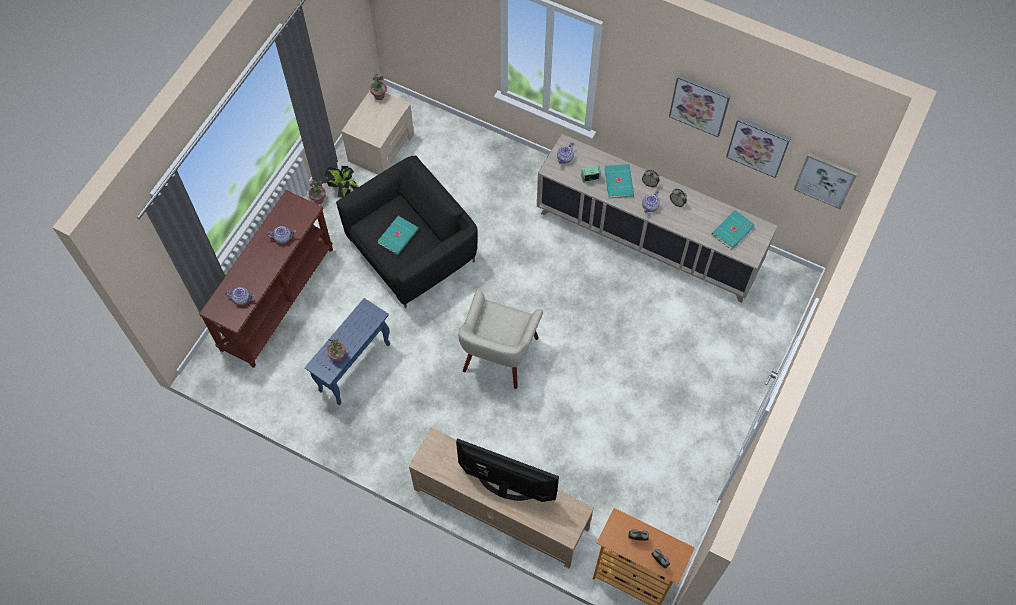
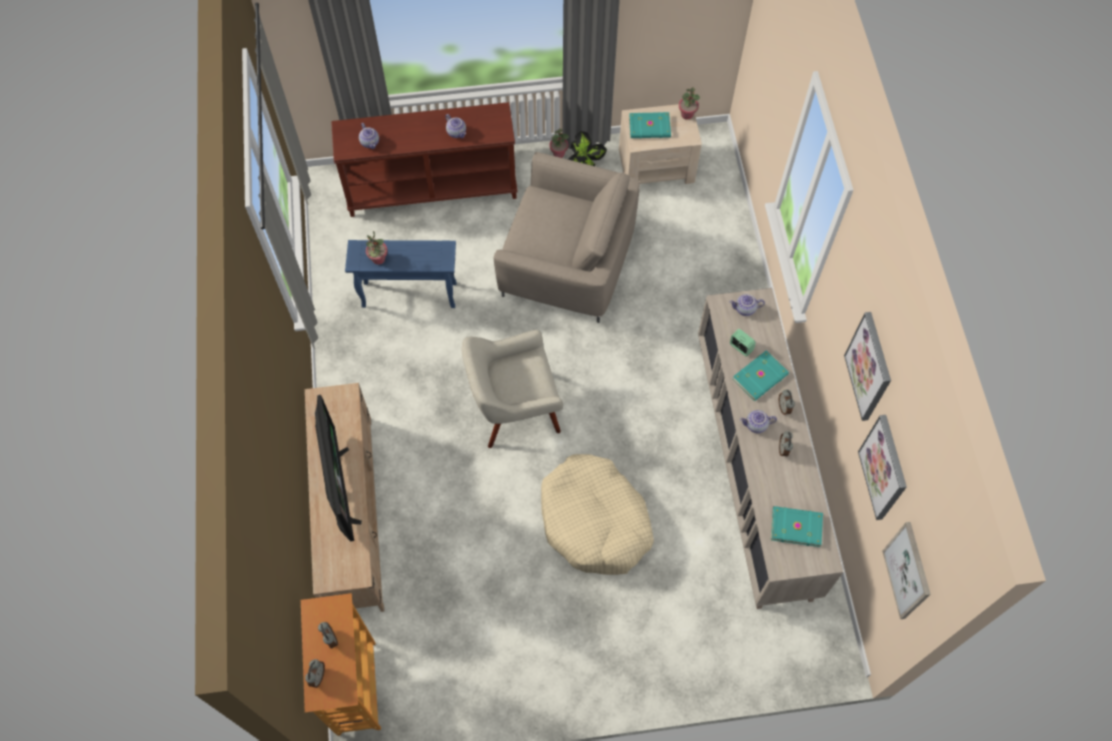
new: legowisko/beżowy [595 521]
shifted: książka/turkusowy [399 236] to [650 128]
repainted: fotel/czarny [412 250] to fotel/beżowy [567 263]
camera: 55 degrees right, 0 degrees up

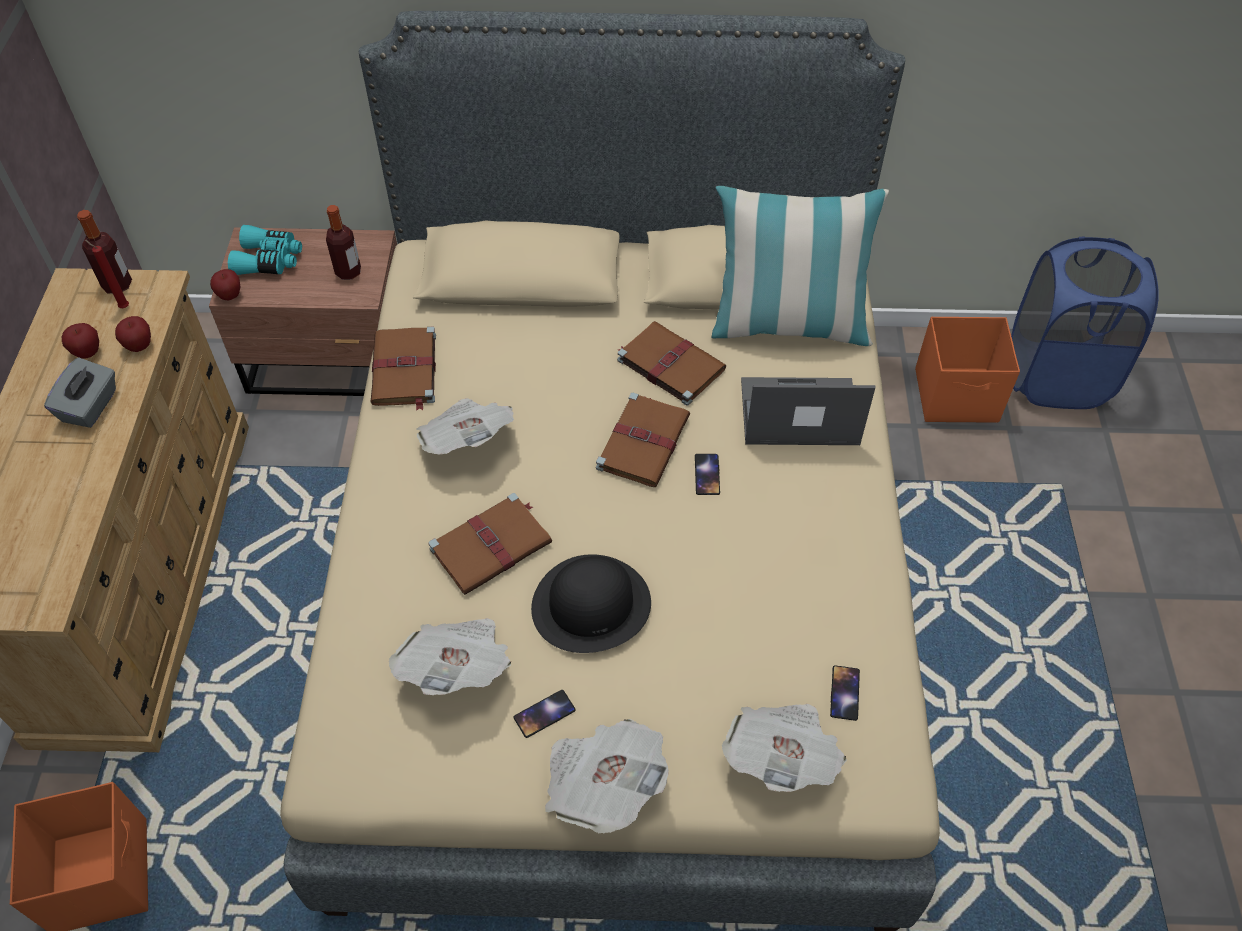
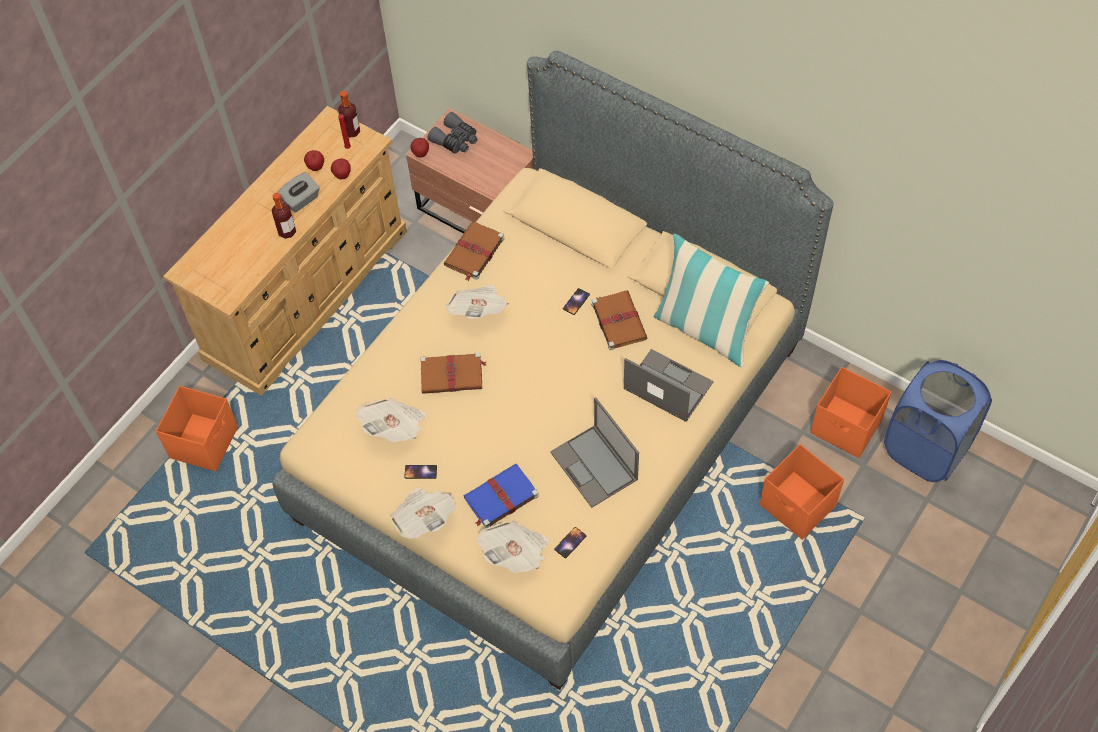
gone: kapelusz/czarny [591 604]; książka/brązowy [643 441]
new: książka/niebieski [500 497]; laptop [595 466]; pojemnik do przechowywania/pomarańczowy [798 506]
shifted: butelka [348 272] to [287 232]; telefon [707 474] to [576 302]
repainted: lornetka/turkusowy [269 260] to lornetka/szary [455 140]
camera: 35 degrees right, 5 degrees up

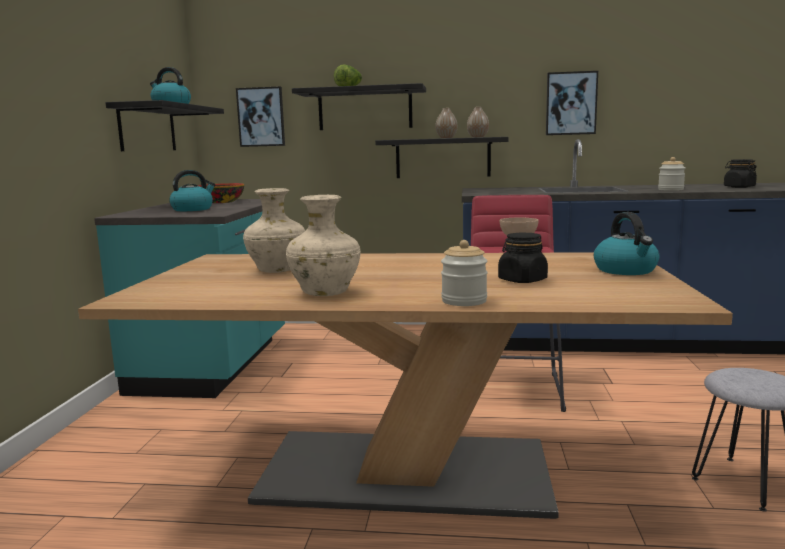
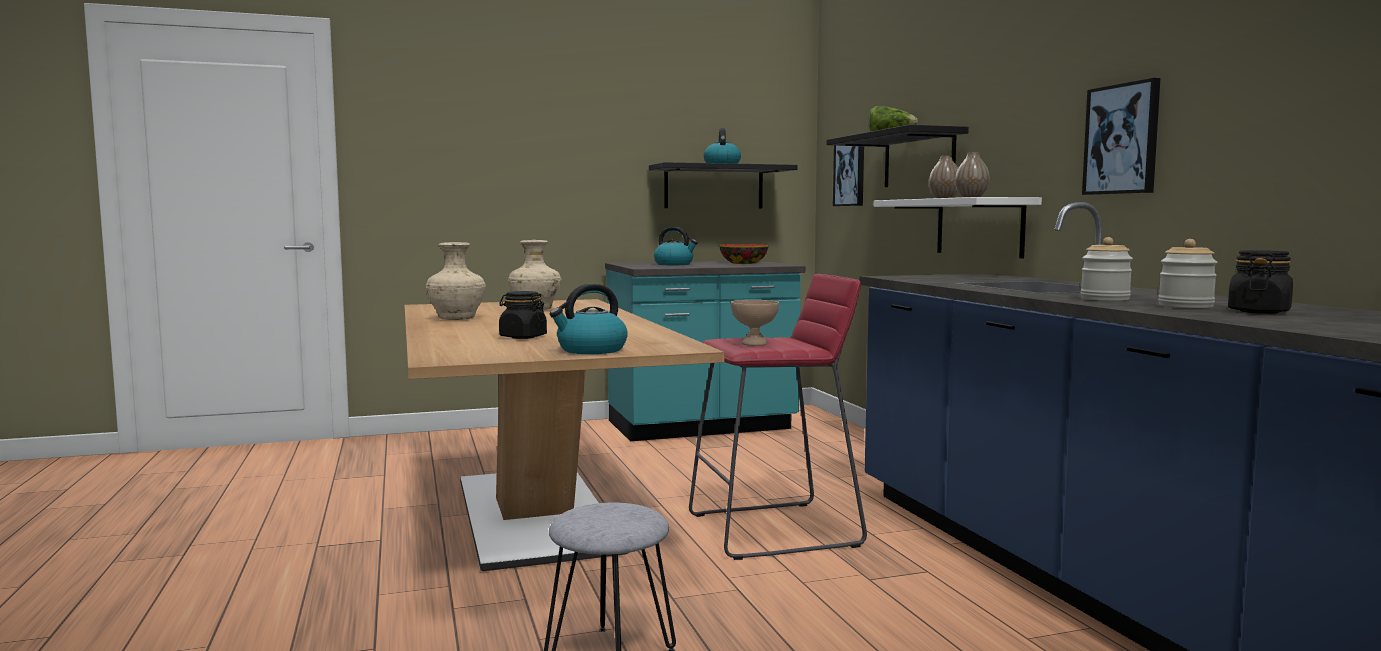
shifted: słoik [464 301] to [1185 306]
repainted: półka/czarny [443 158] to półka/biały [979 227]
camera: 65 degrees right, 5 degrees down

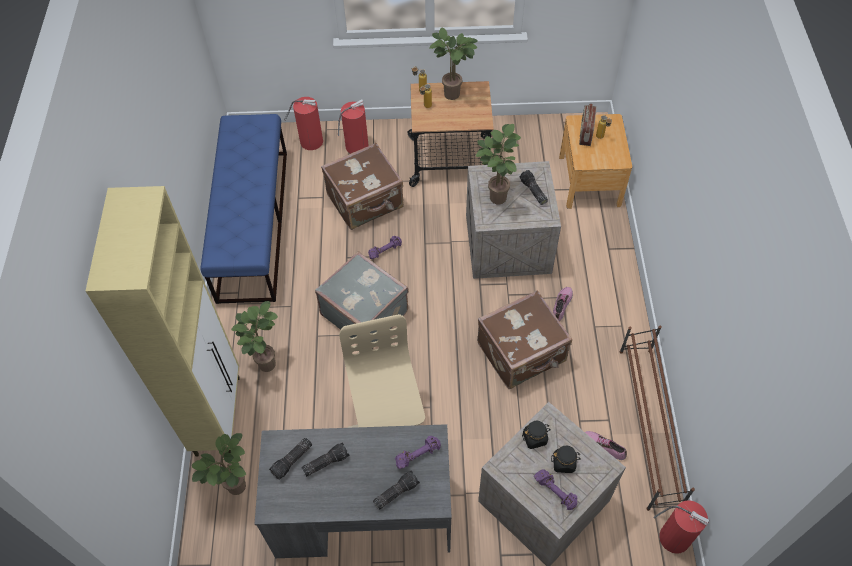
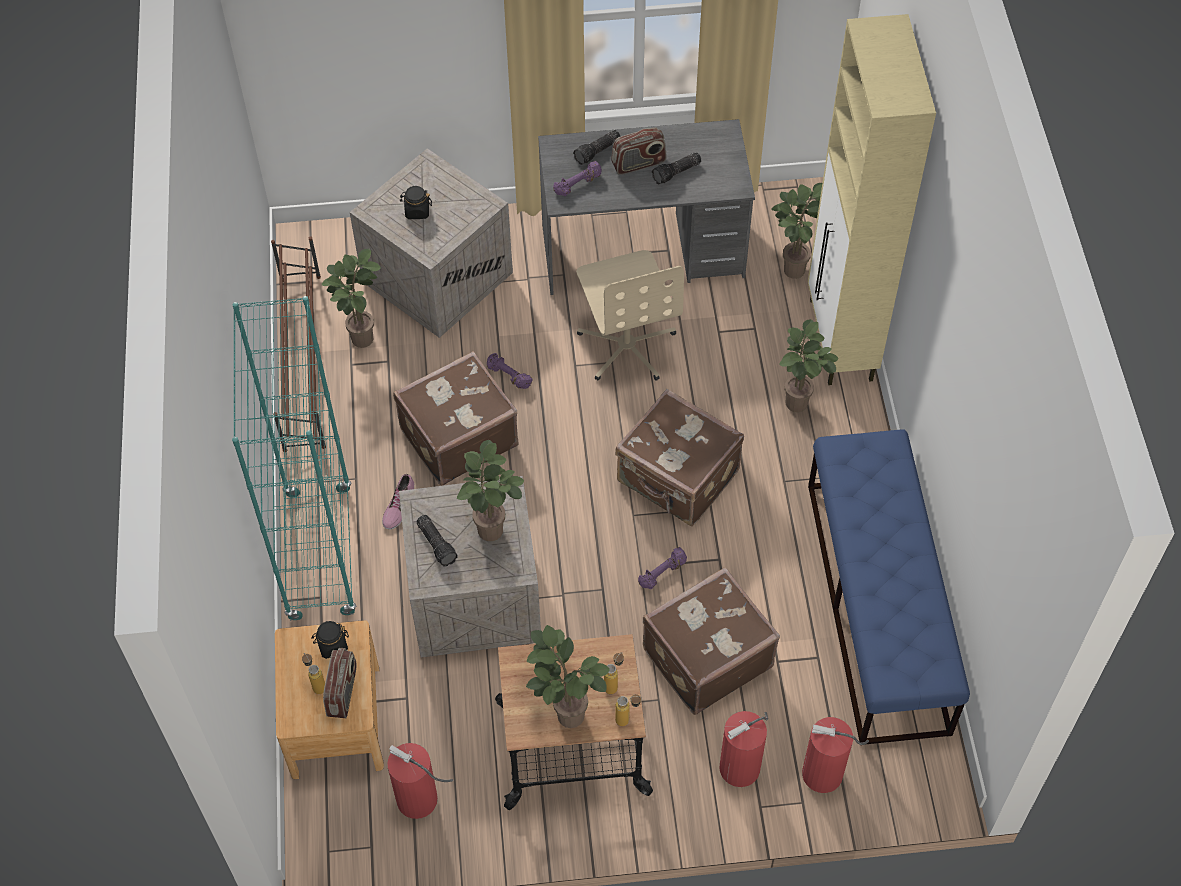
gone: latarka [292 461]
new: regał/turkusowy [320 553]; radio [638 163]
shifted: słoik/czarny [535 438] to [332 645]; gaśnica [673 537] to [419 800]; hantel/fioletowy [555 491] to [508 376]
swapped: but [604 446] to roślina doniczkowa [361 335]
repainted: walizka/szary [365 312] to walizka/brązowy [677 479]
camera: 175 degrees right, 0 degrees up

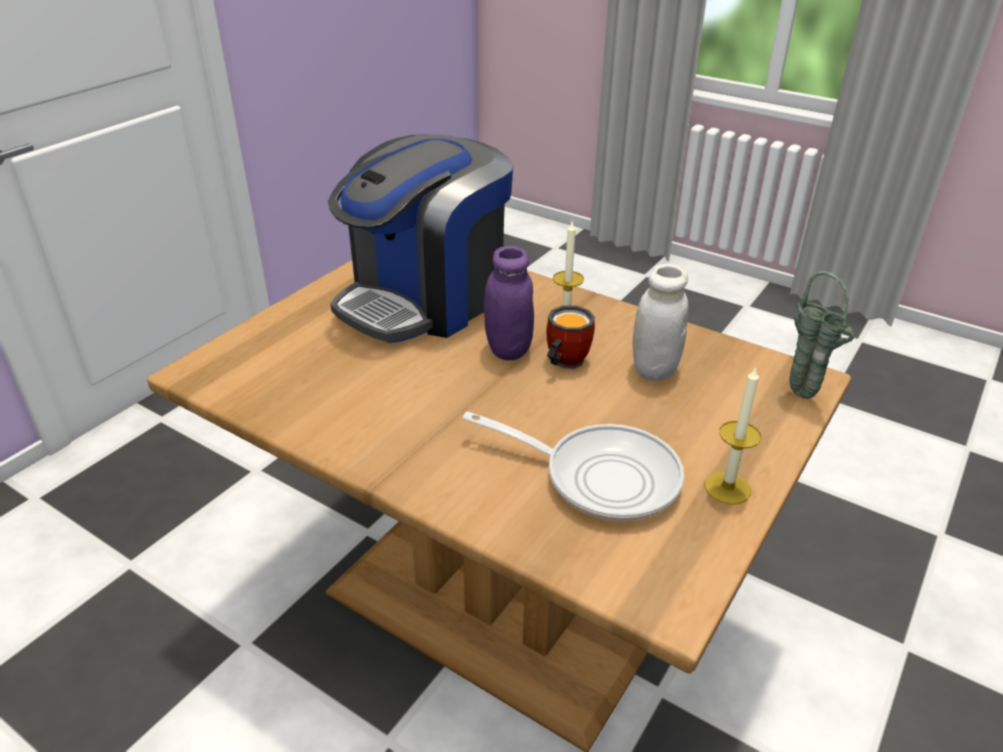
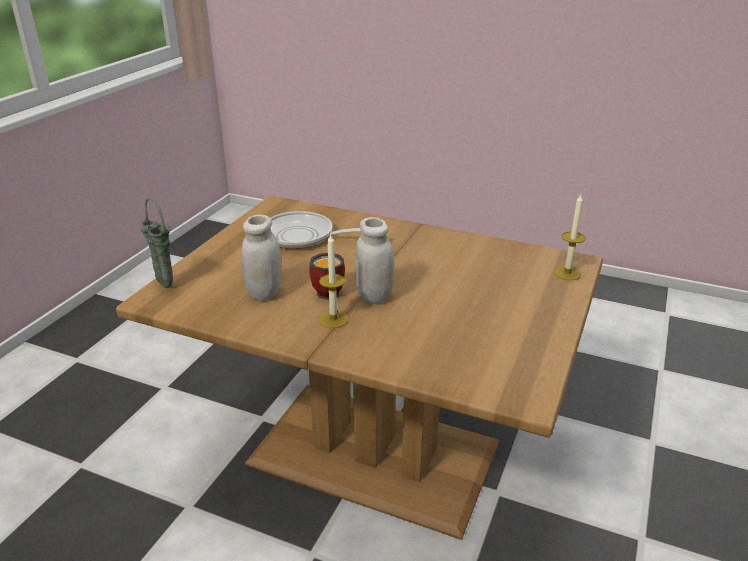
gone: ekspres do kawy [425 299]
shifted: świeca [727 488] to [567 273]
repainted: słoik/fioletowy [508 349] to słoik/biały [374 296]
camera: 170 degrees right, 5 degrees down

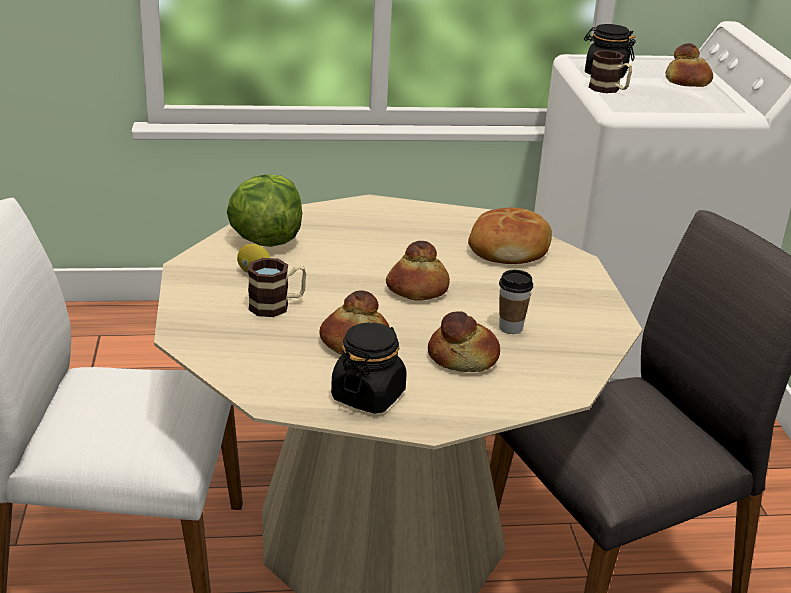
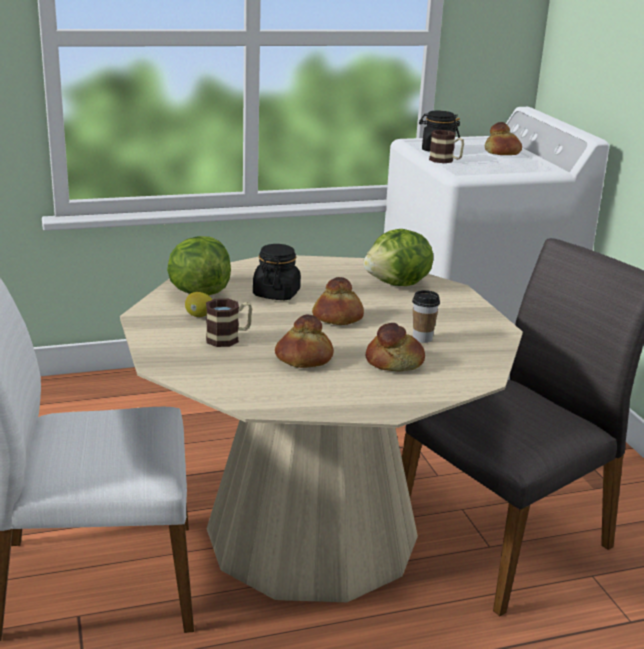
shifted: słoik/czarny [368 395] to [276 294]
swapped: chleb [509 249] to sałata [398 284]
camera: 10 degrees left, 5 degrees down

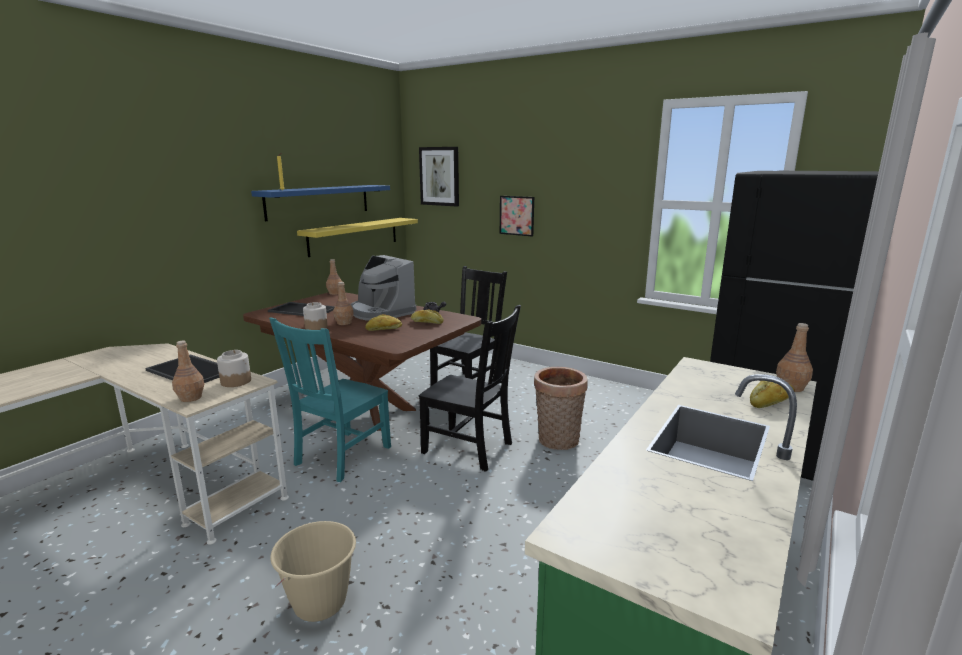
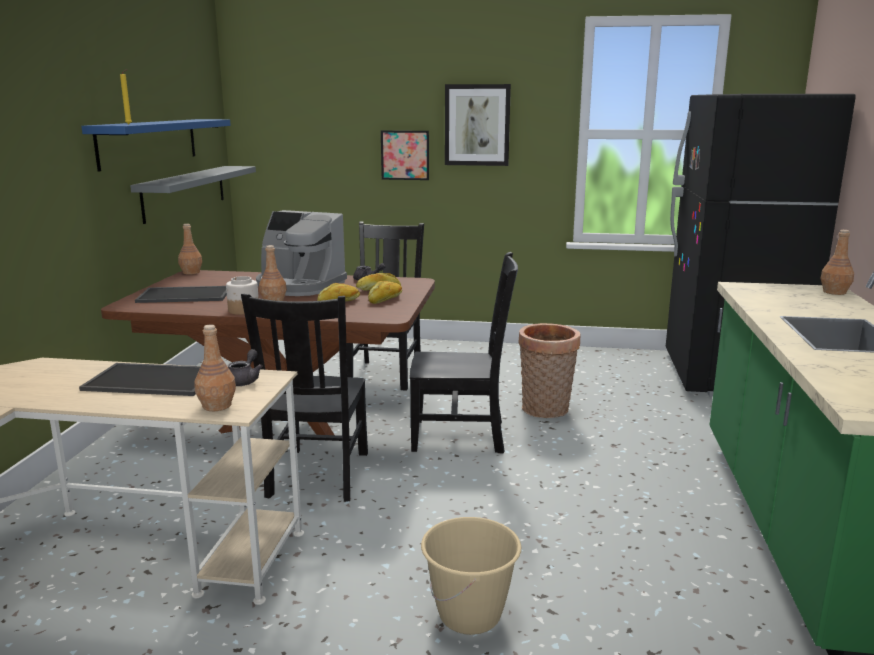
shifted: chleb [771 402] to [385 299]; obraz [439 176] to [477 125]
swapped: słoik [236 381] to imbryk/szary [244 380]
repainted: półka/żółty [354 236] to półka/szary [185 192]; krzesło/turkusowy [341 457] to krzesło/czarny [317 476]
camera: 25 degrees left, 0 degrees up

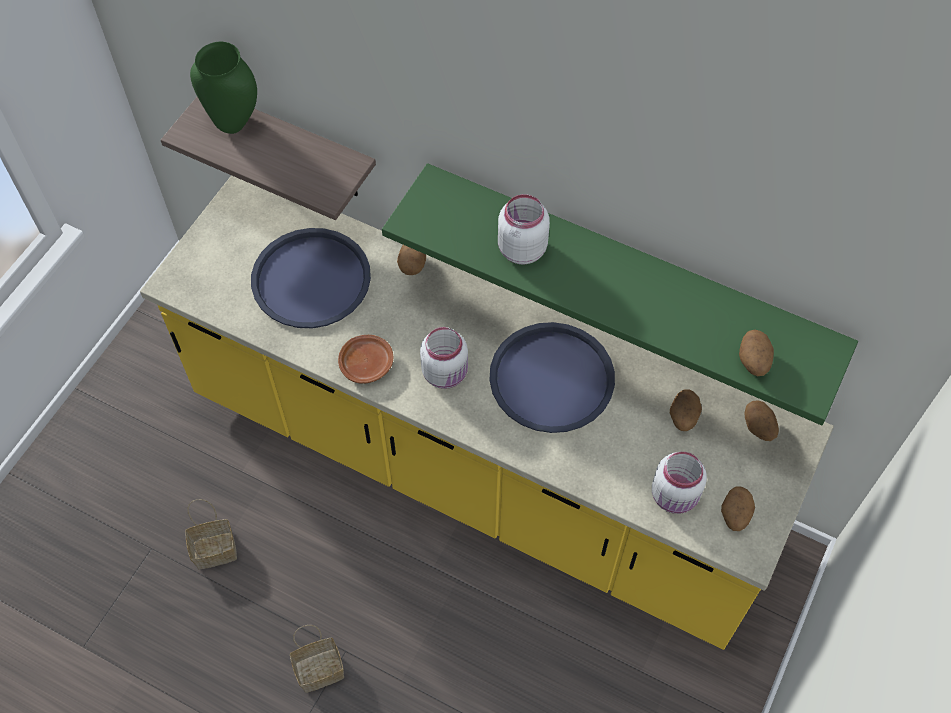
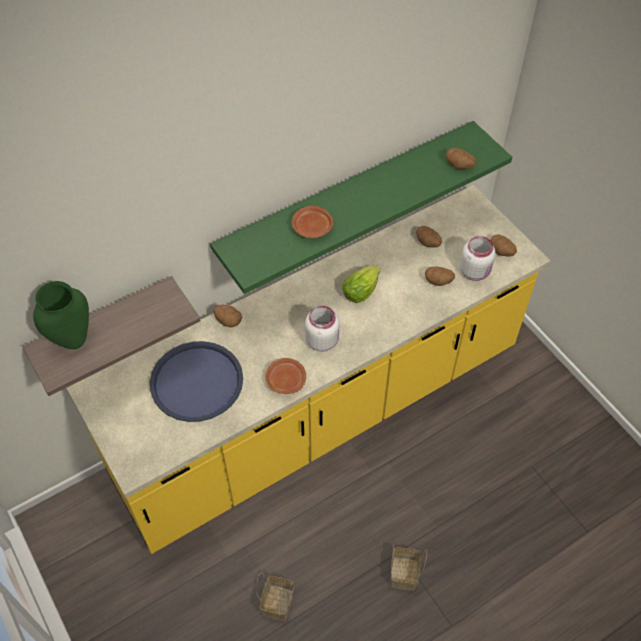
shifted: ziemniak [759 428] to [438 281]
swapped: słoik/biały [520 249] to talerz/brązowy [312 228]; taca/niebieski [551 378] to sałata [362 290]
camera: 60 degrees left, 5 degrees down

